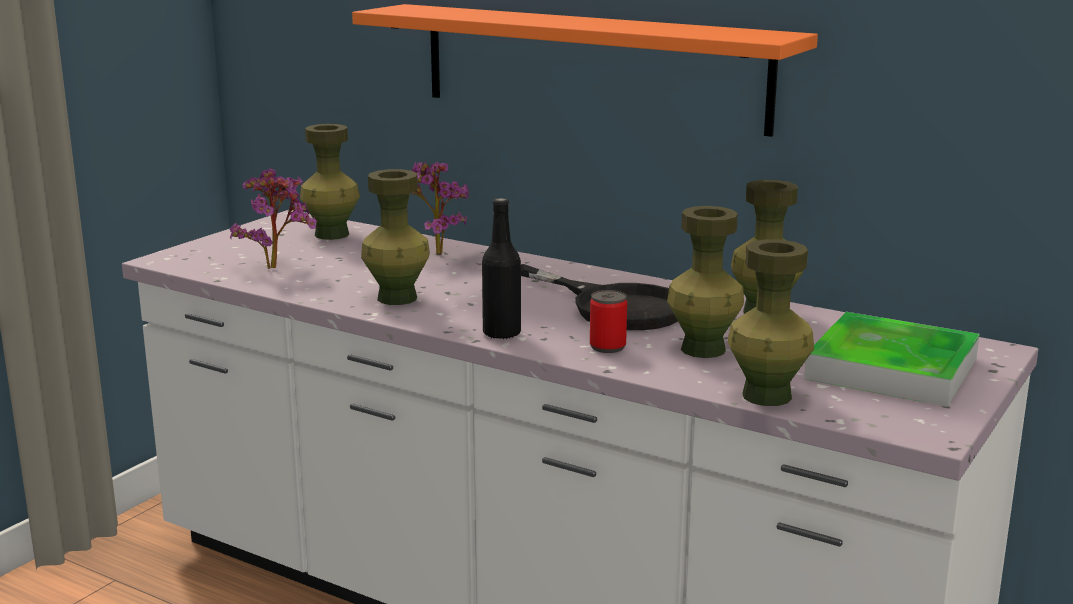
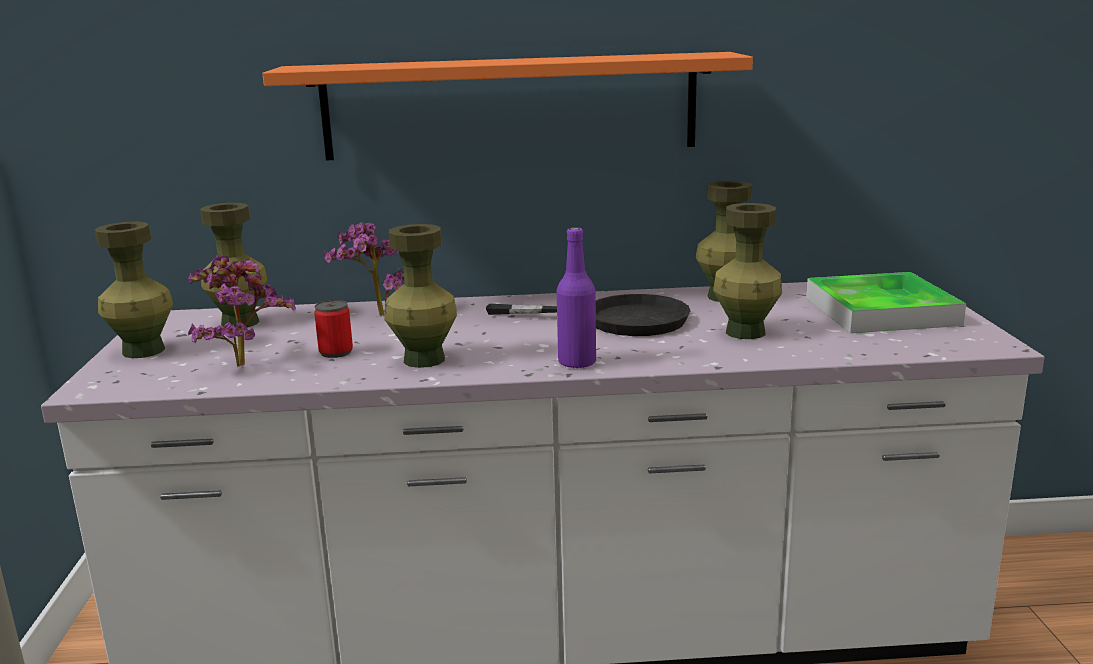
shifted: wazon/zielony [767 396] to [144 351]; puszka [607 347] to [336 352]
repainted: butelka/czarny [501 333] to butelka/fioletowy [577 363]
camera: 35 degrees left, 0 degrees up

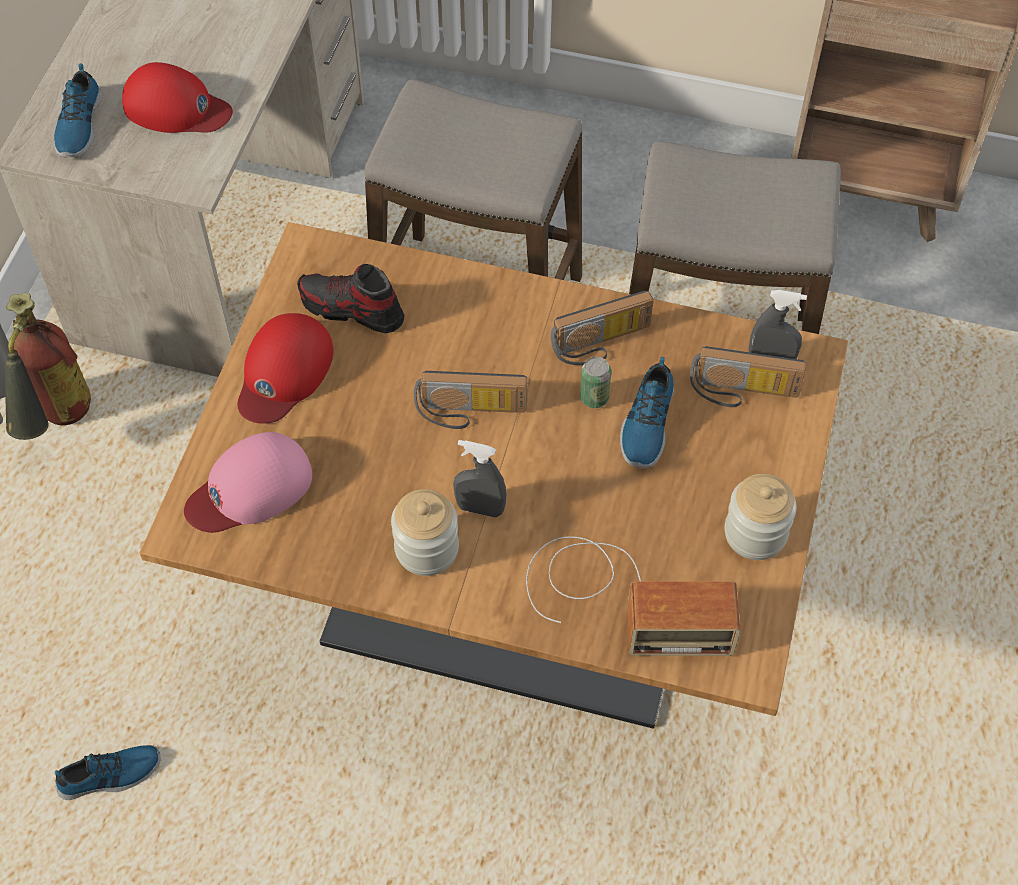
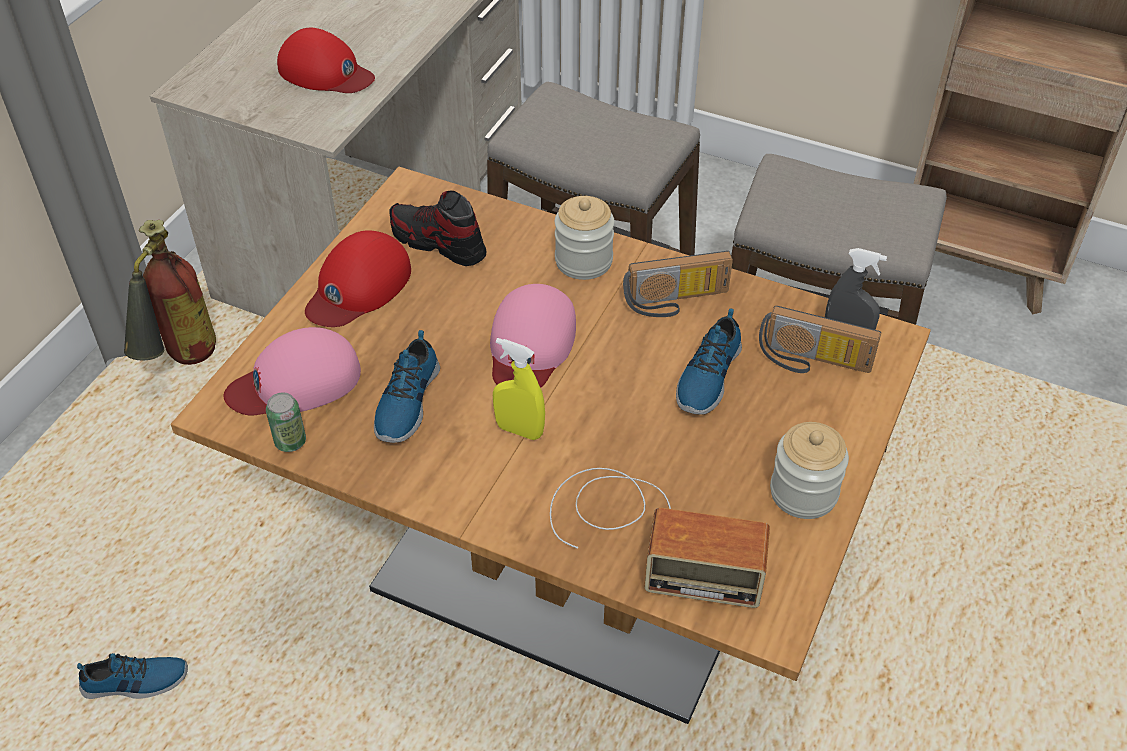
shifted: puszka [594 398] to [290 442]; but [78 125] to [405 401]; słoik [426 549] to [583 261]
swapped: radio [470 413] to czapka z daszkiem/różowy [530 344]
repainted: spryskiwacz/szary [480 508] to spryskiwacz/żółty [519 430]
camera: 10 degrees right, 10 degrees down

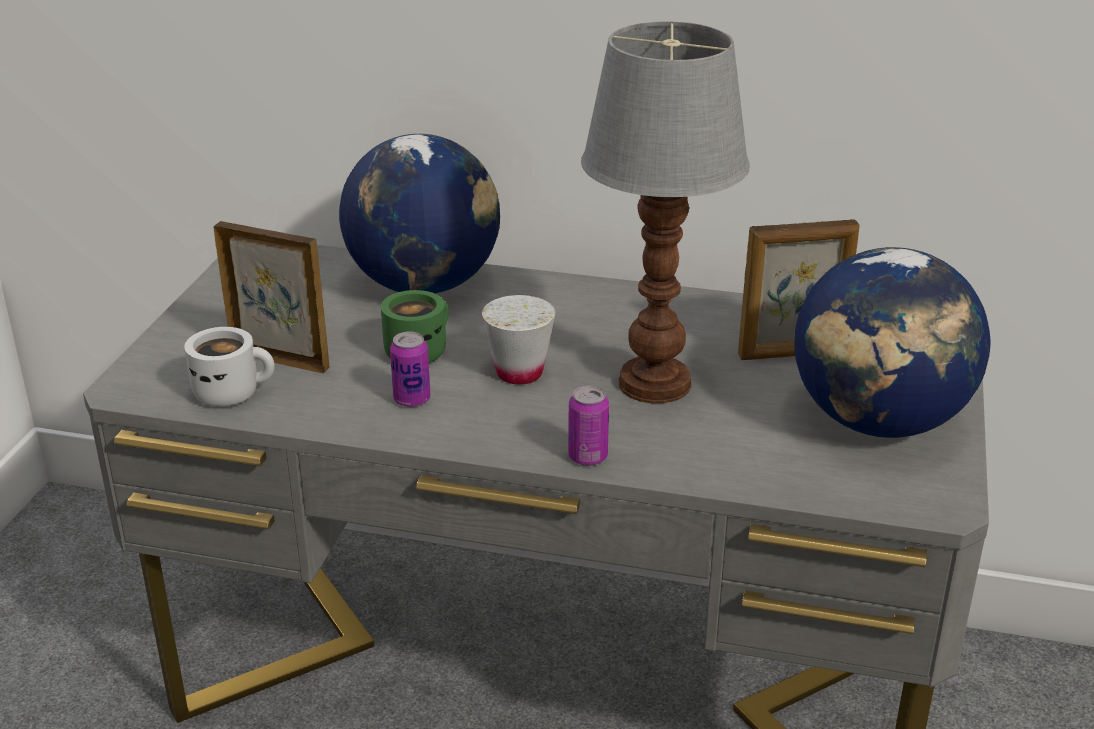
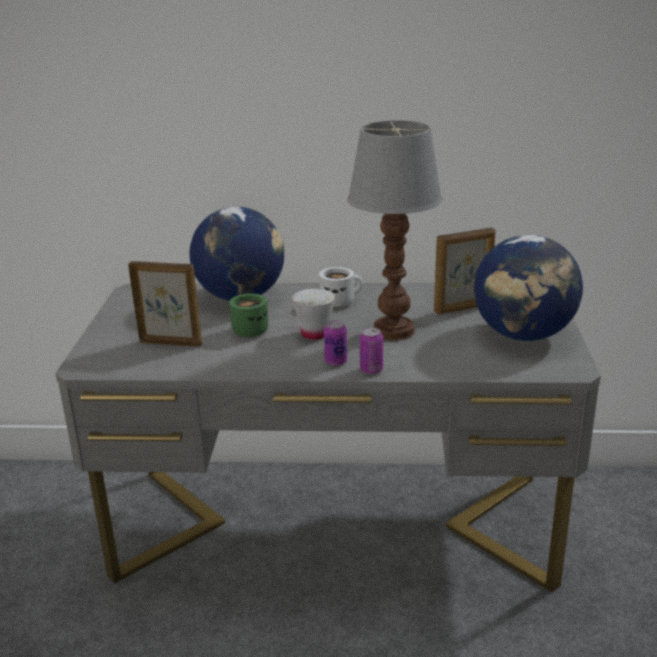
shifted: kubek/biały [232 392] to [340 301]; puszka [412 399] to [335 362]
camera: 10 degrees left, 5 degrees down

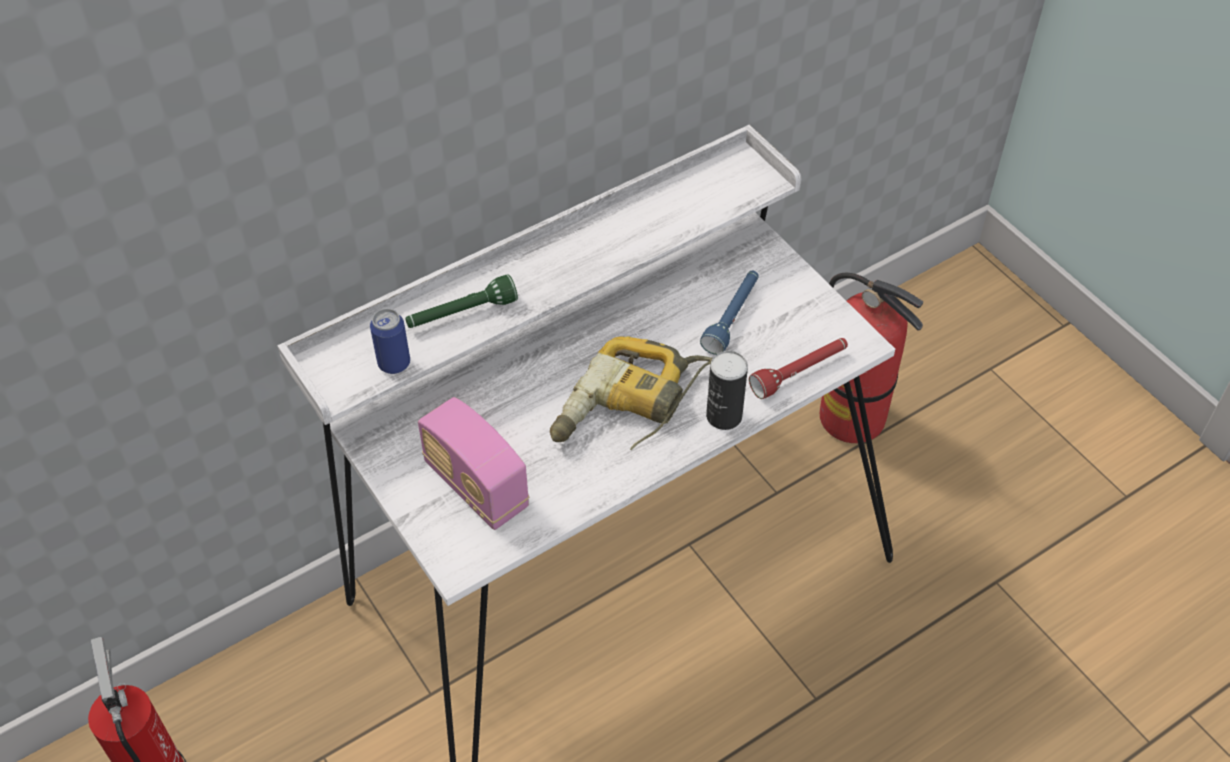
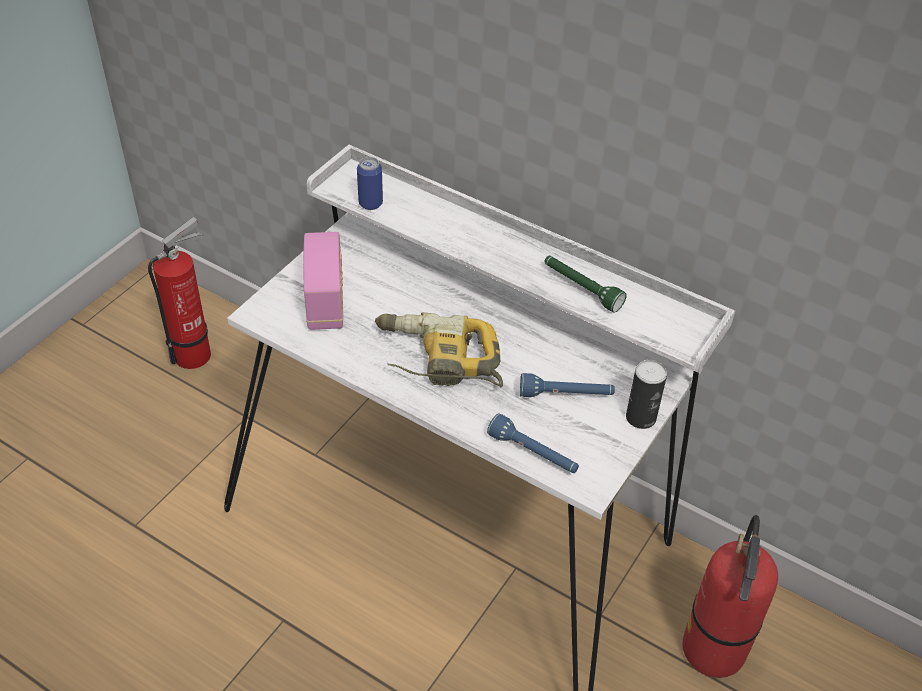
shifted: latarka/zielony [461 314] to [581 289]; puszka [724 416] to [640 417]
repainted: latarka/czerwony [799 373] to latarka/niebieski [533 453]
rotated: radio [476 486] = [325 301] 150 degrees clockwise
camera: 65 degrees right, 5 degrees down

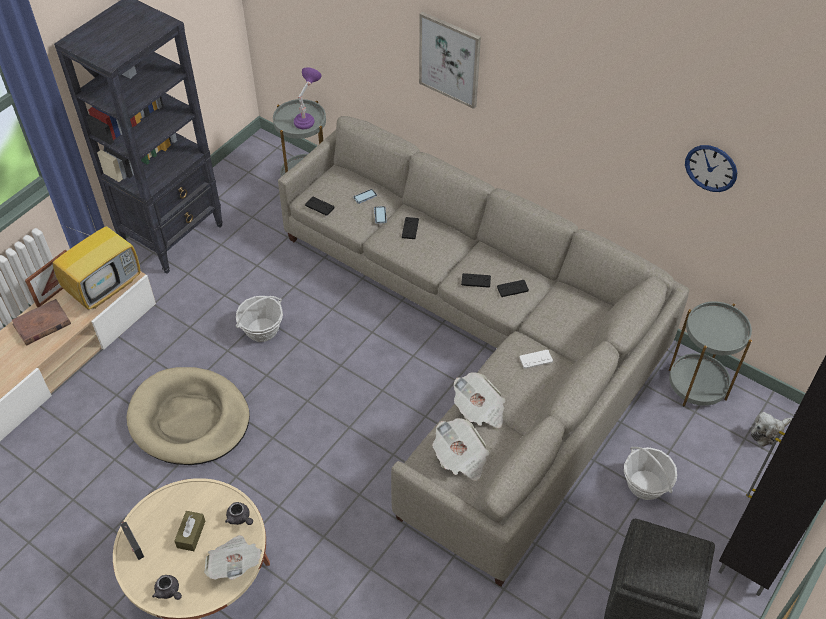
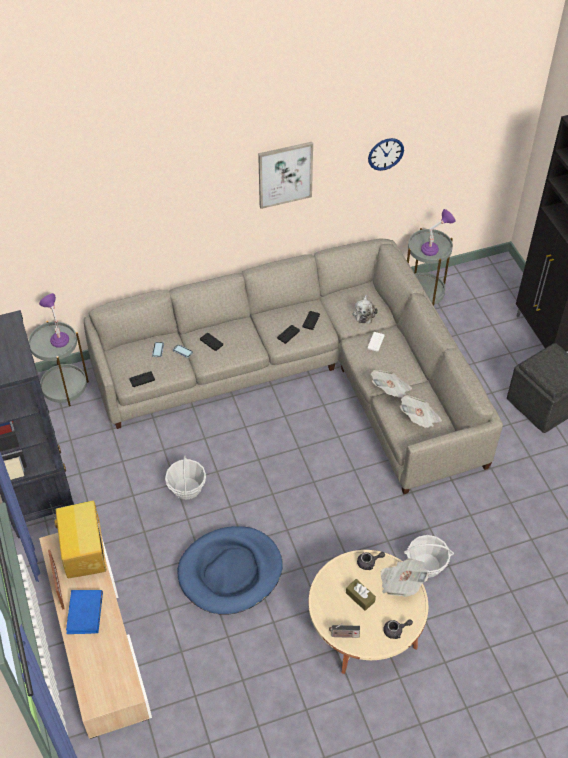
new: lampa stołowa/fioletowy [434 248]
shifted: obraz [450 59] to [285 174]; pluszak [768 432] to [364 313]; koszyk [645 484] to [426 565]
repainted: książka/brązowy [42 324] to książka/niebieski [85 613]; legowisko/beżowy [189 419] to legowisko/niebieski [230 572]
camera: 55 degrees left, 0 degrees up

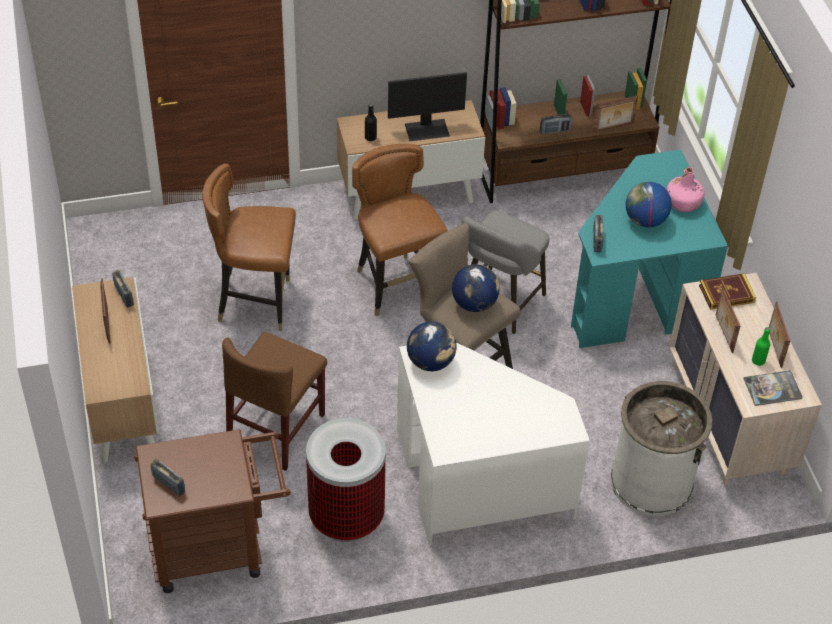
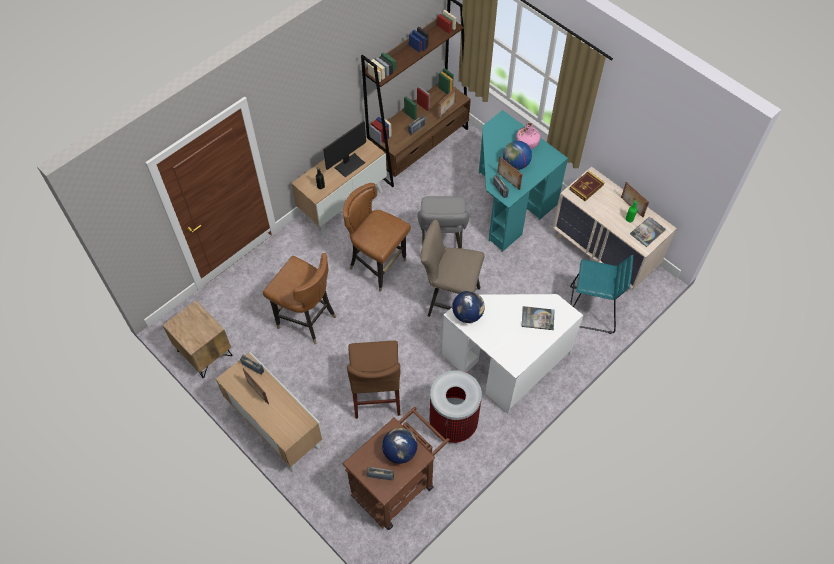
new: szafka nocna/brązowy [204 353]; książka [537 318]
shifted: globus [474 303] to [400 451]; ramka na zdjęcie [723 334] to [508 181]
swapped: kosz na śmieci/biały [651 481] to stołek/turkusowy [592 310]
rotated: krzesło/brązowy [256 302] = [306 320] 120 degrees counterclockwise
camera: 30 degrees left, 10 degrees up

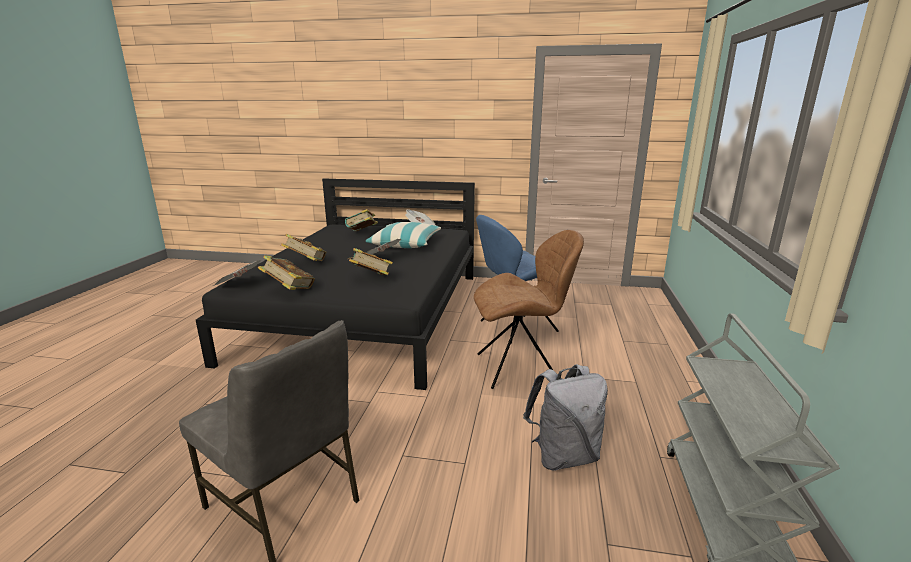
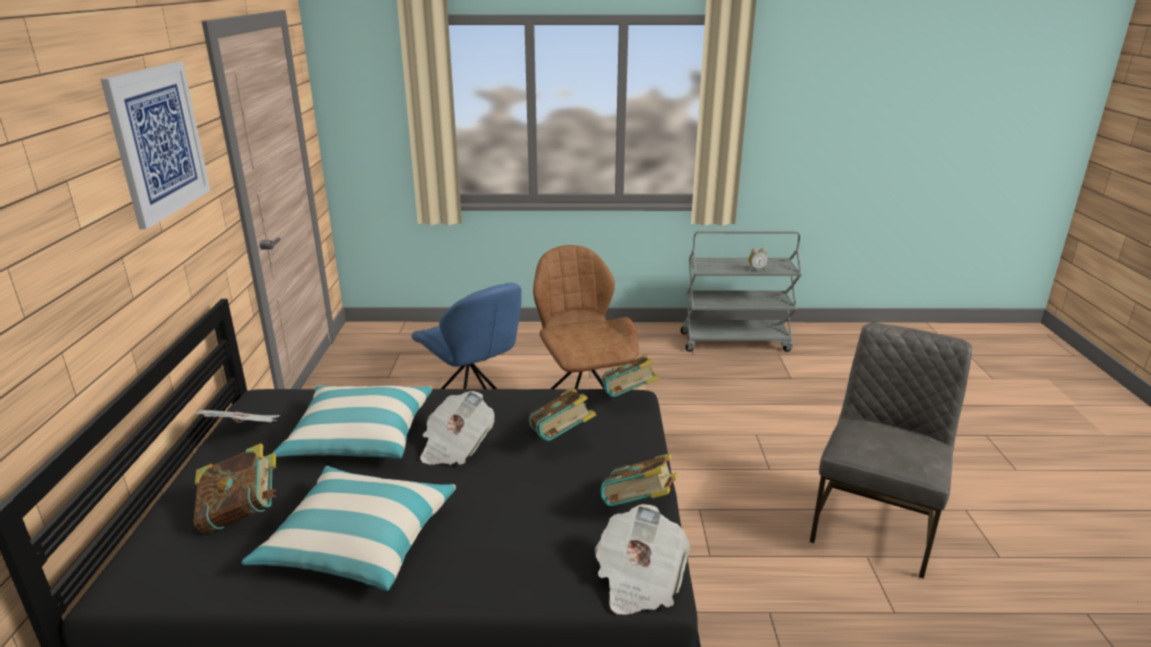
gone: plecak/szary [563 456]
new: obraz [158 141]; poduszka [358 541]; budzik [756 269]
shifted: książka [306 263] to [629 399]
camera: 100 degrees left, 5 degrees up

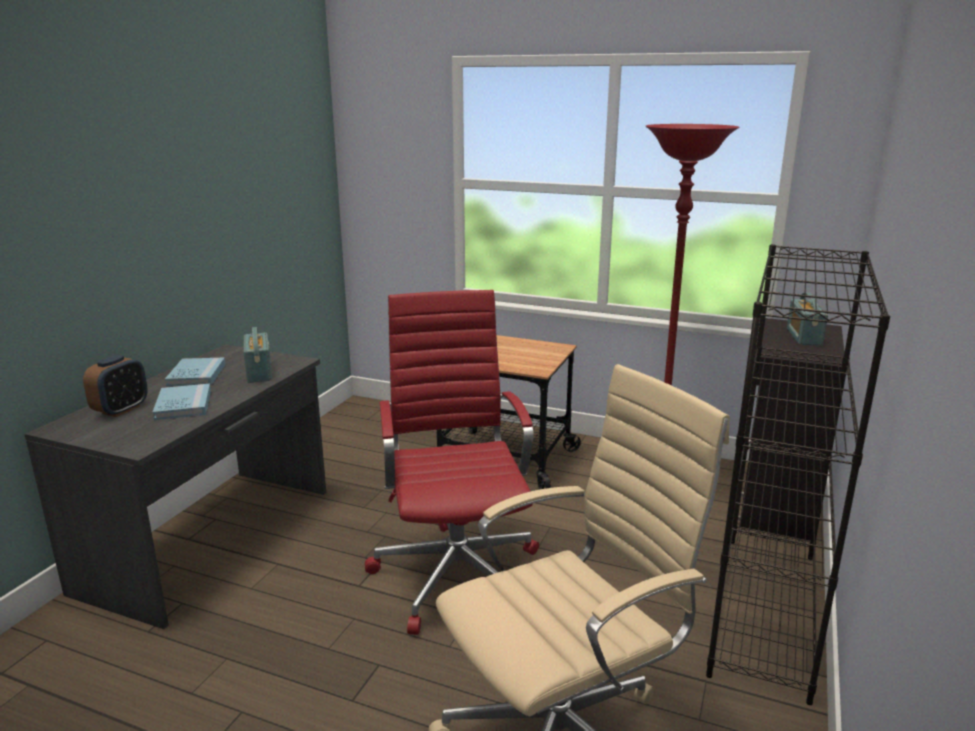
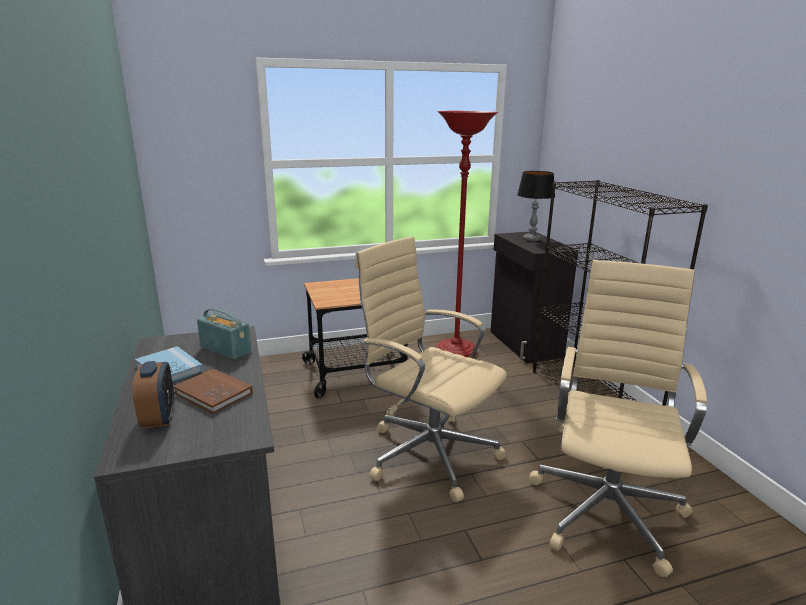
swapped: radio [803 337] to lampa stołowa [532 239]
repainted: książka/niebieski [183 404] to książka/brązowy [213 393]; krzesło biurowe/czerwony [457 572] to krzesło biurowe/beżowy [428 452]
camera: 40 degrees left, 0 degrees up

